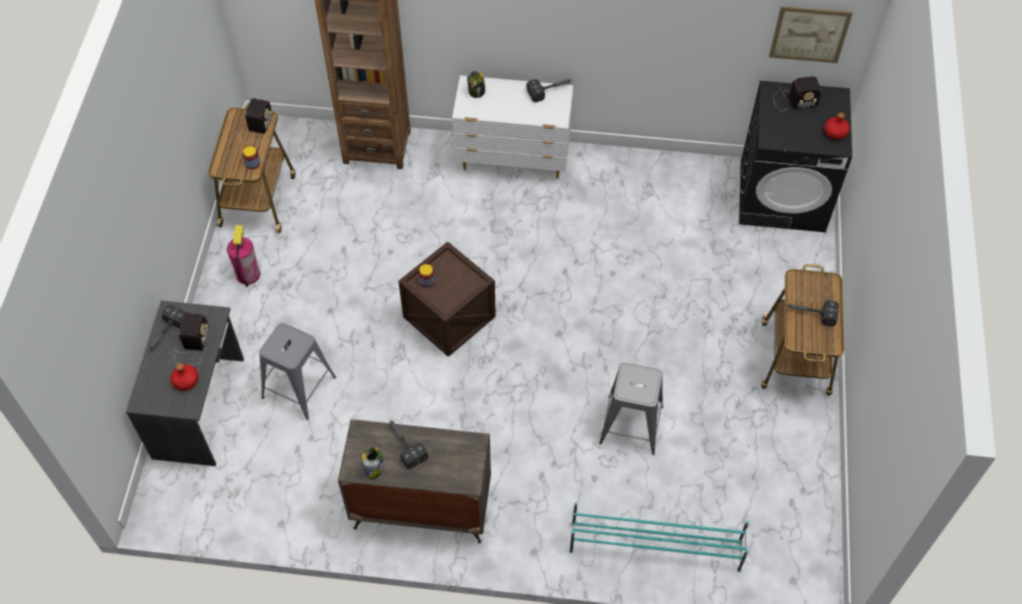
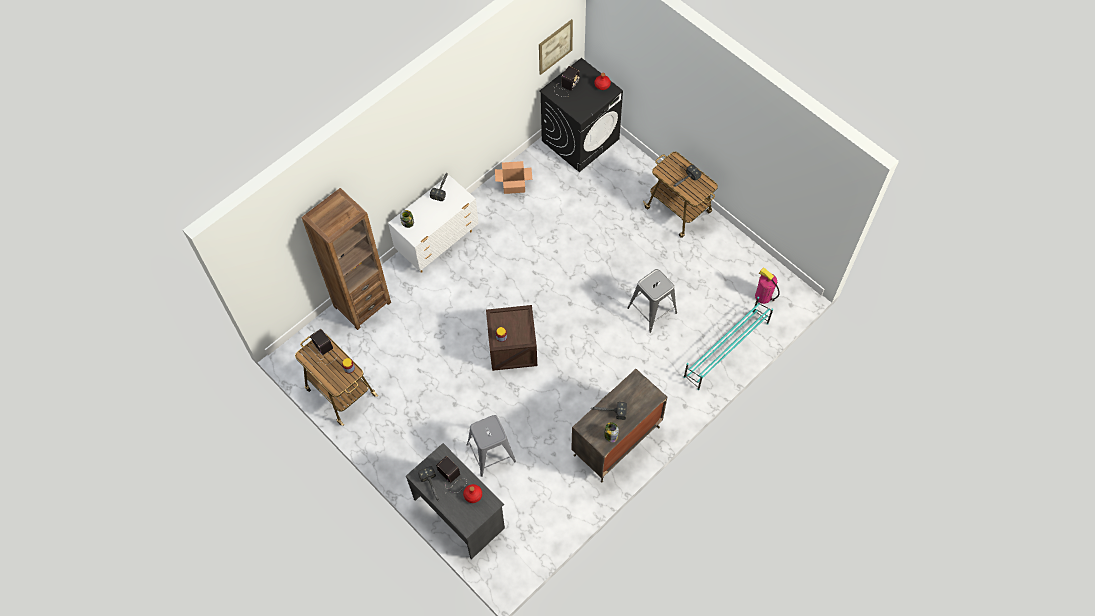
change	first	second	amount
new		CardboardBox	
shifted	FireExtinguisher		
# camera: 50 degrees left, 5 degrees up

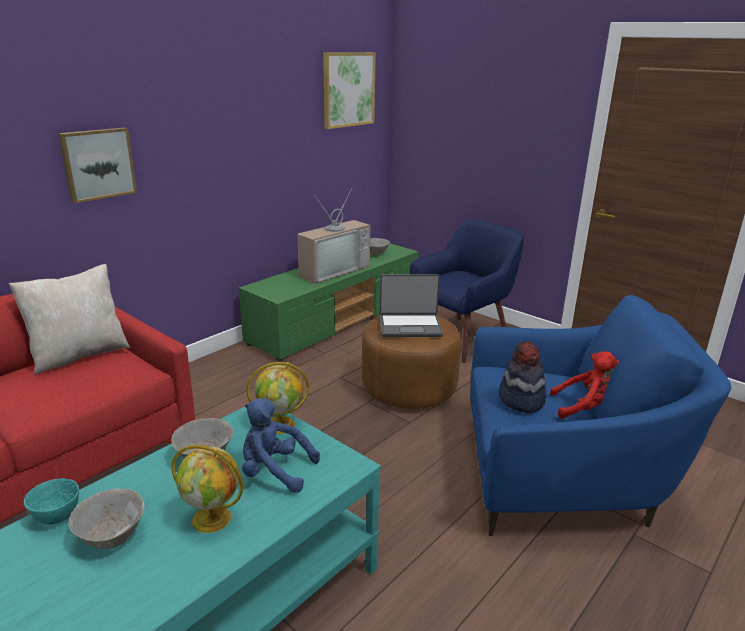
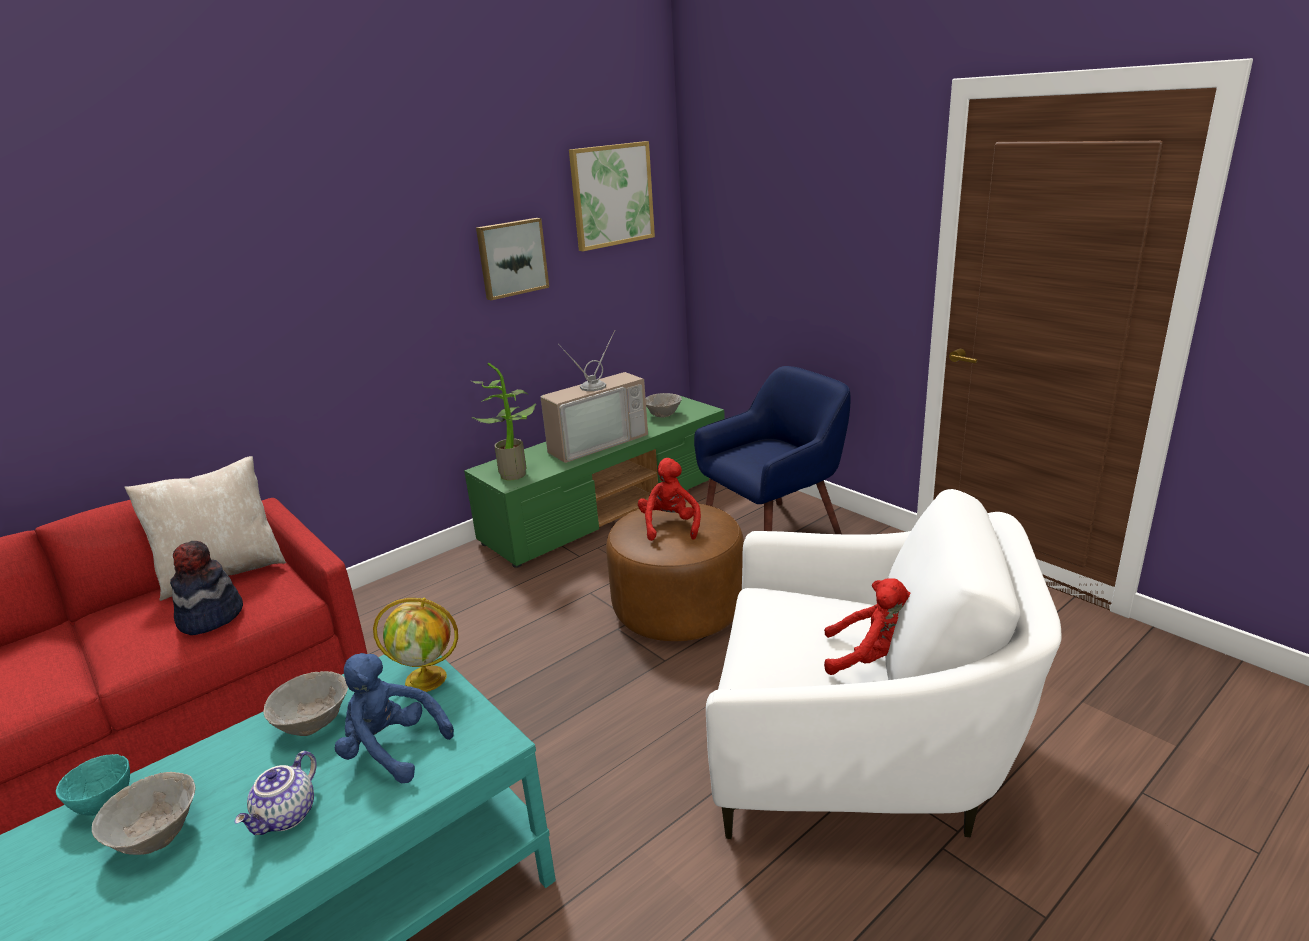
change	first	second	amount
new		PottedPlant	
shifted	Picture (no. 1 from left)		
shifted	Hat		
swapped	Globe (no. 1 from left)	Teapot	
swapped	Laptop	RedPlushToy (no. 1 from left)	
repainted	BlueArmchair (no. 2 from left)	WhiteArmchair	
# camera: 10 degrees right, 0 degrees up

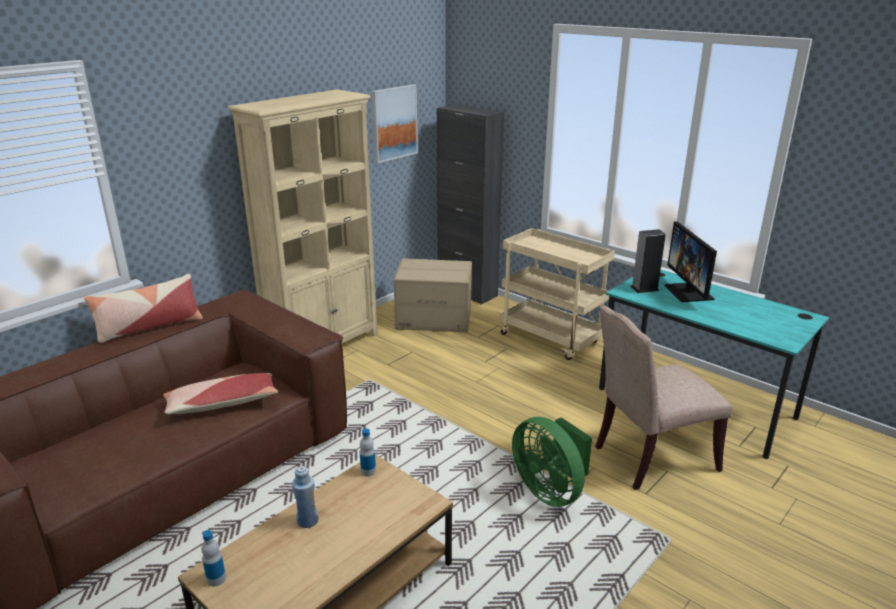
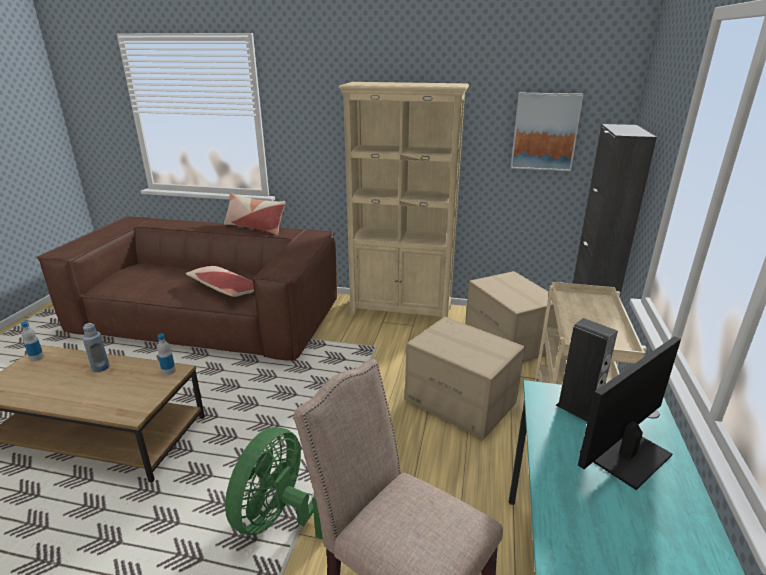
change	first	second	amount
new		CardboardBox (no. 1 from left)	
# camera: 60 degrees right, 0 degrees up

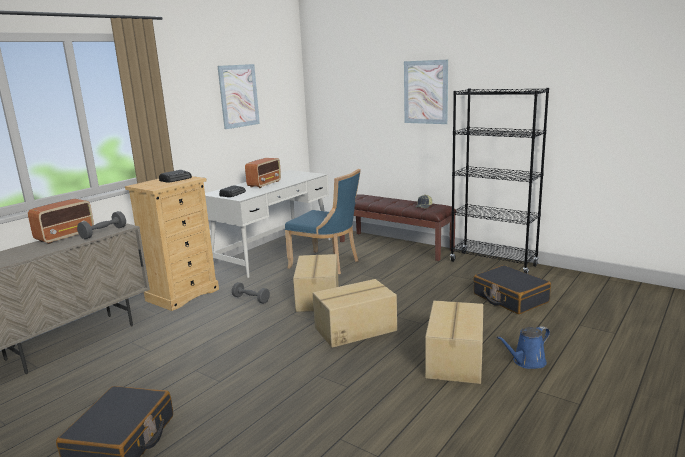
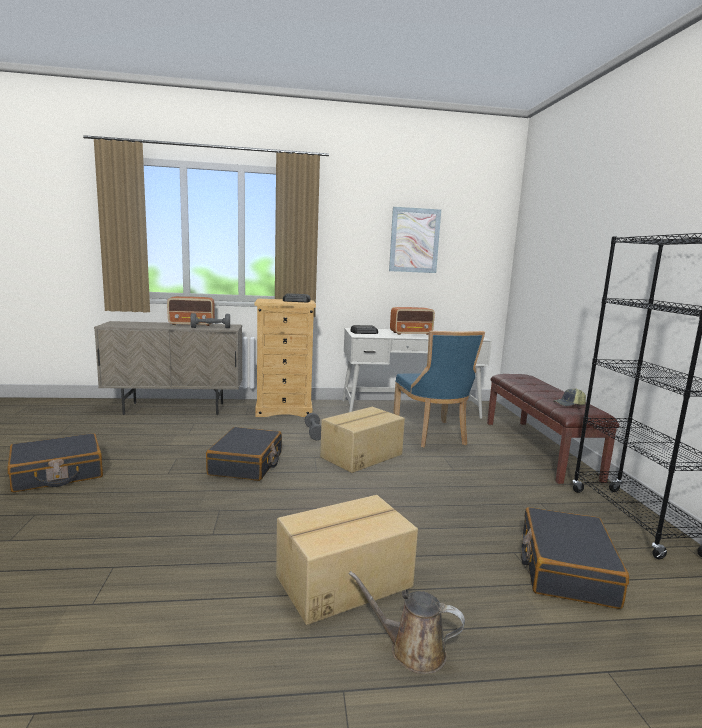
change	first	second	amount
gone	CardboardBox (no. 2 from left)		
gone	Picture (no. 2 from left)		
new		BlackSuitcase (no. 2 from left)	
repainted	BlueWateringCan	BrownWateringCan	
# camera: 45 degrees right, 5 degrees down

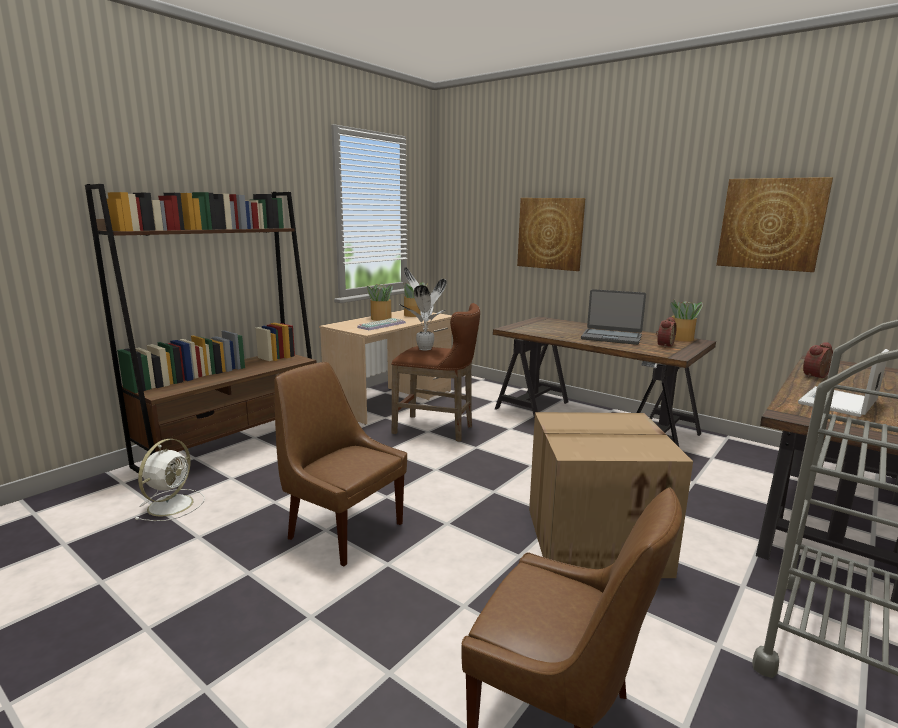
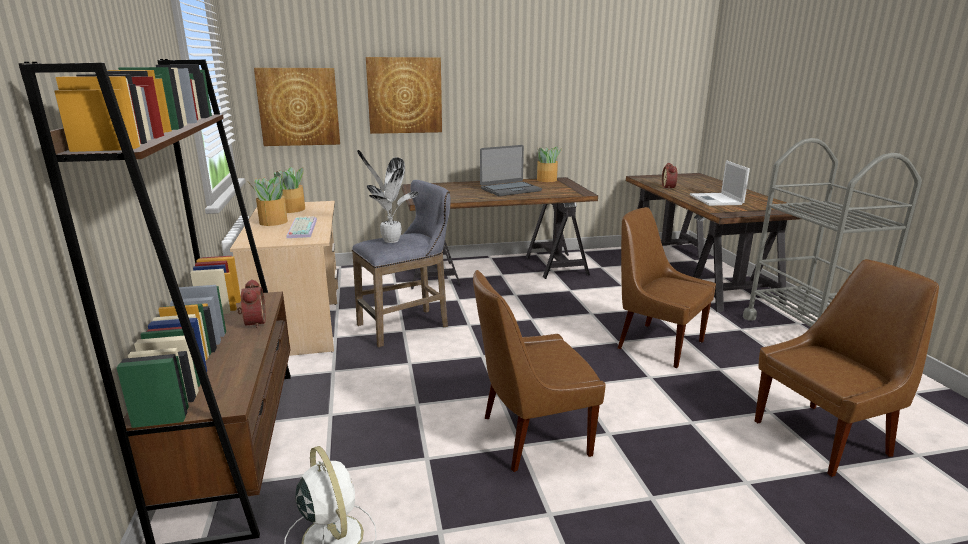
change	first	second	amount
shifted	AlarmClock (no. 1 from left)		
shifted	Picture (no. 2 from left in the first image)	Picture (no. 1 from left)	
swapped	CardboardBox	BrownChair (no. 2 from left)	
repainted	BrownStool	GreyStool	
# camera: 50 degrees left, 5 degrees up

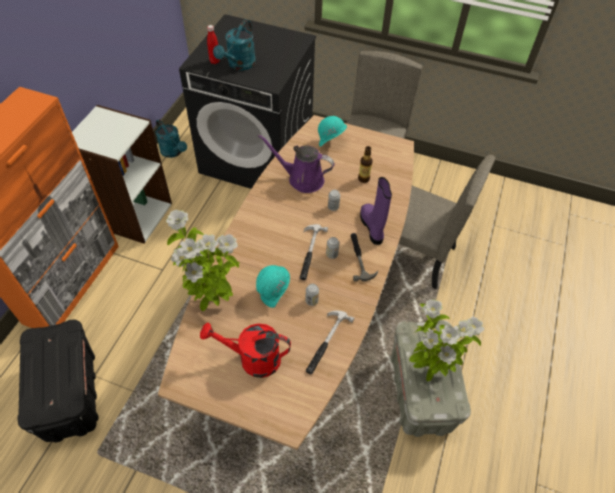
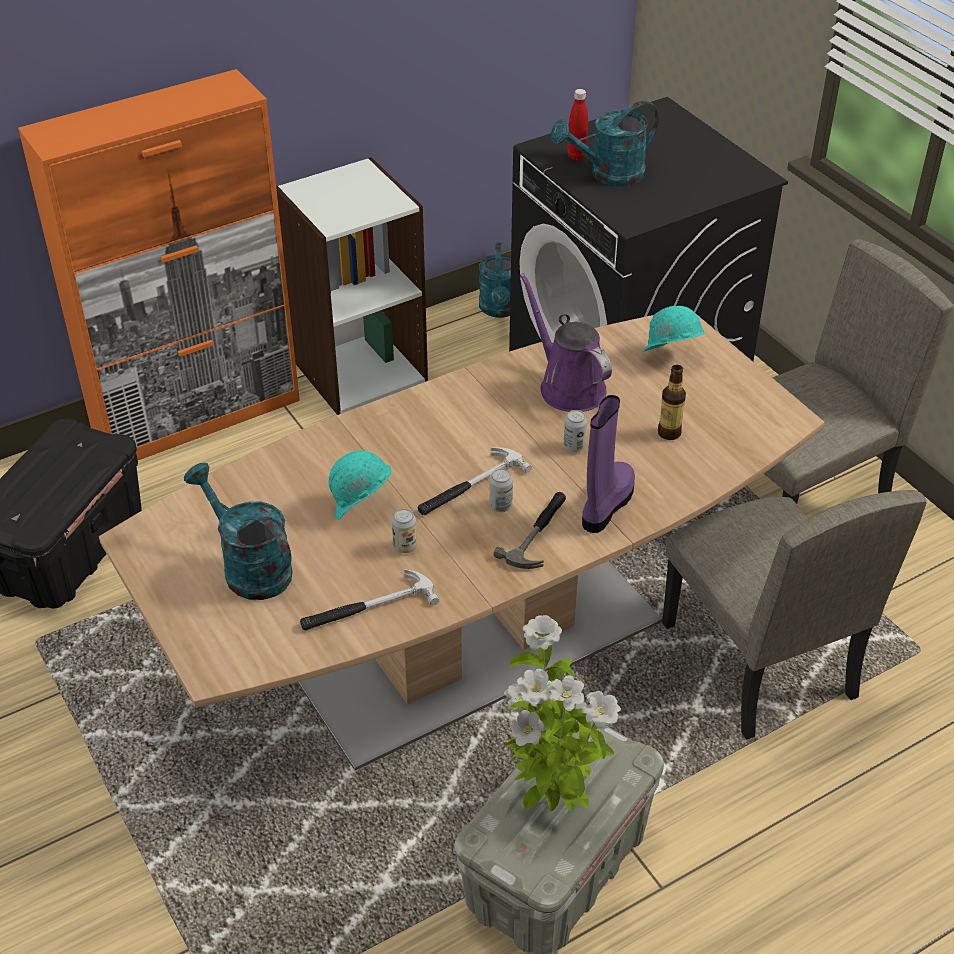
change	first	second	amount
gone	PottedPlant (no. 1 from left)		
repainted	RedWateringCan	TurquoiseWateringCan (no. 1 from left)	
# camera: 40 degrees right, 10 degrees down

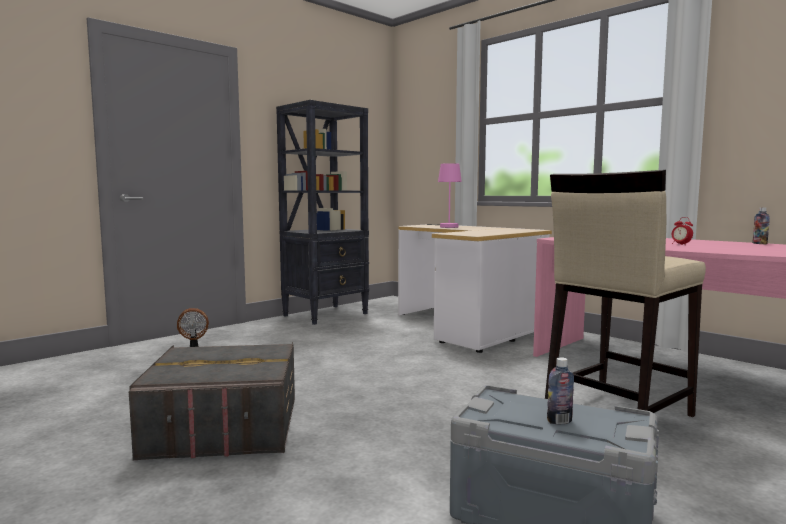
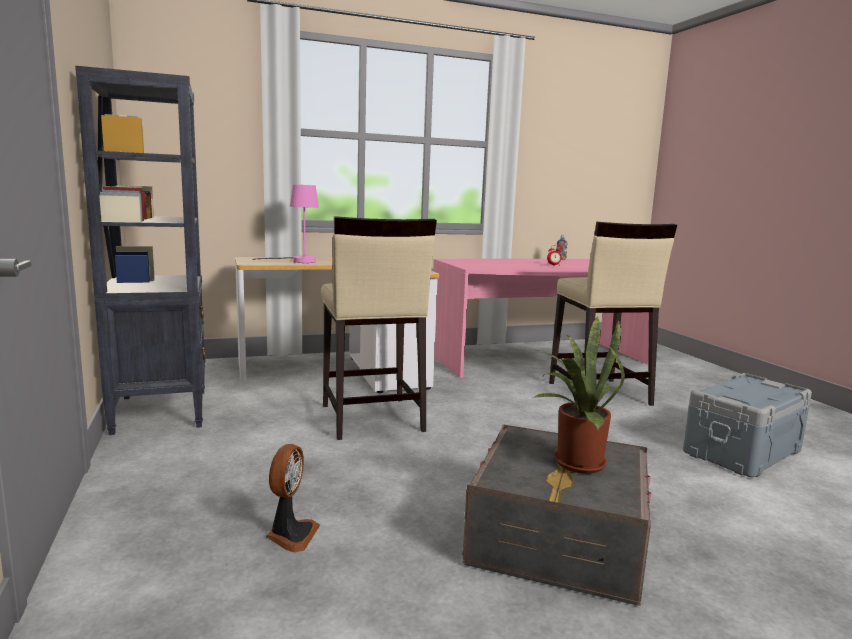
change	first	second	amount
gone	Bottle (no. 1 from left)		
new		BeigeStool (no. 1 from left)	
new		PottedPlant	
# camera: 65 degrees left, 5 degrees up

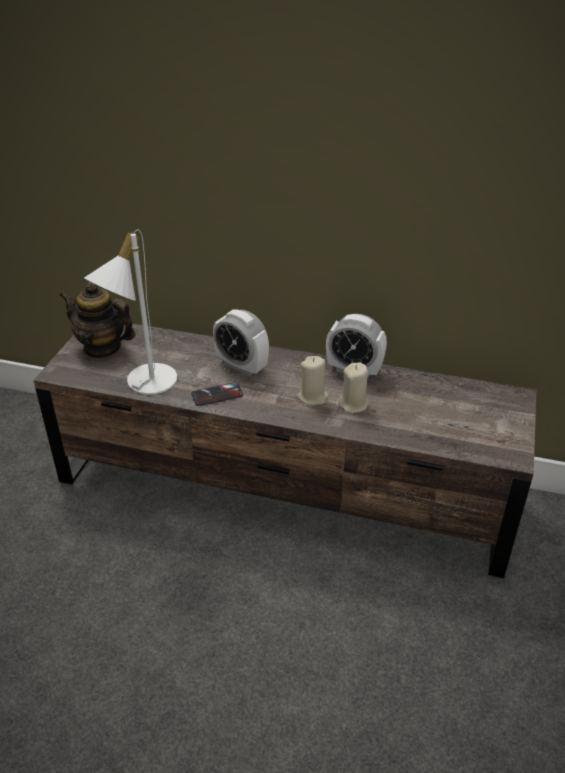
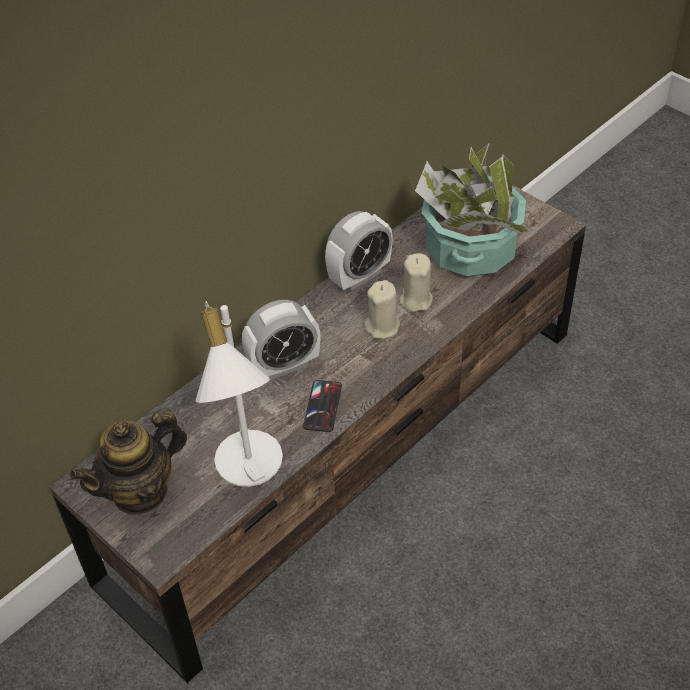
change	first	second	amount
new		PottedPlant	
# camera: 60 degrees left, 10 degrees up

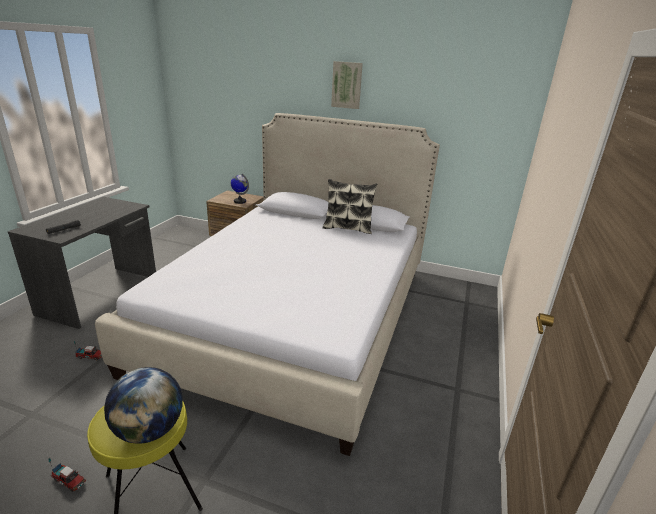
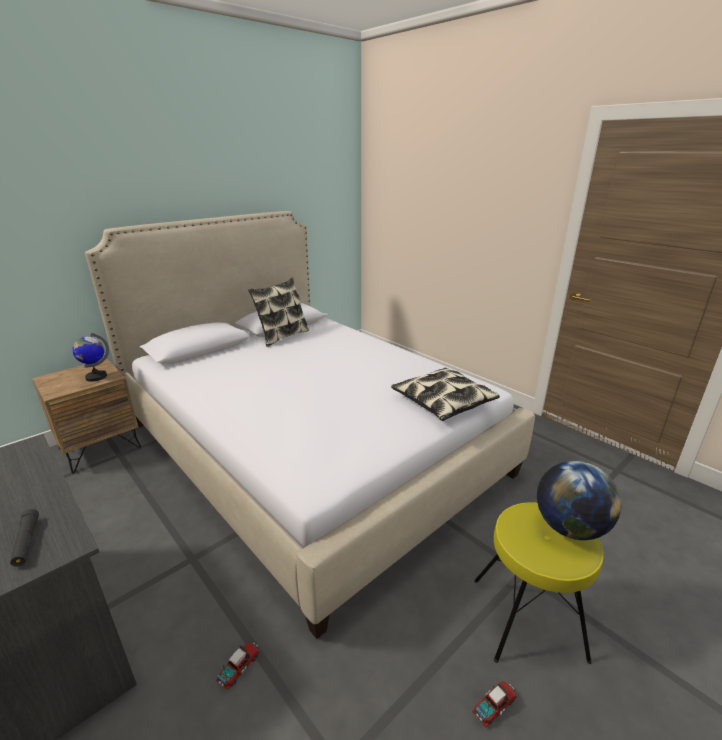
change	first	second	amount
gone	Picture		
new		Pillow (no. 2 from left)	
# camera: 60 degrees left, 0 degrees up

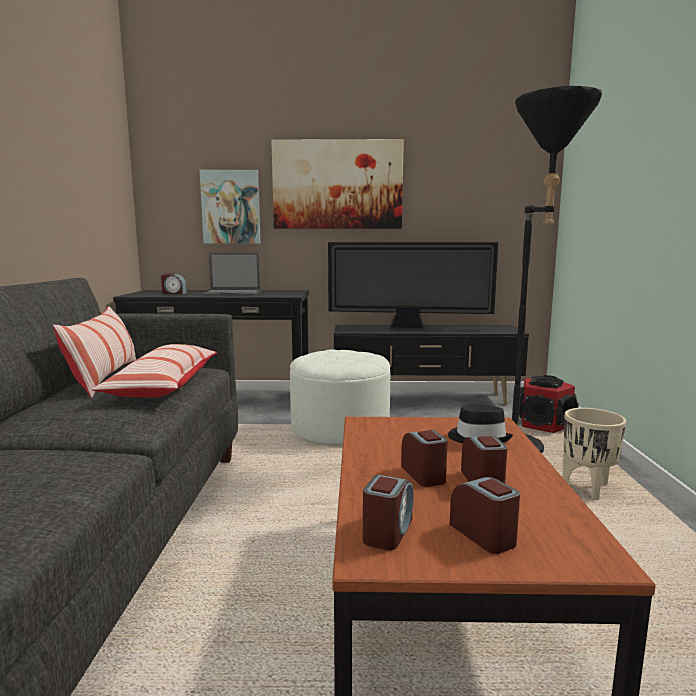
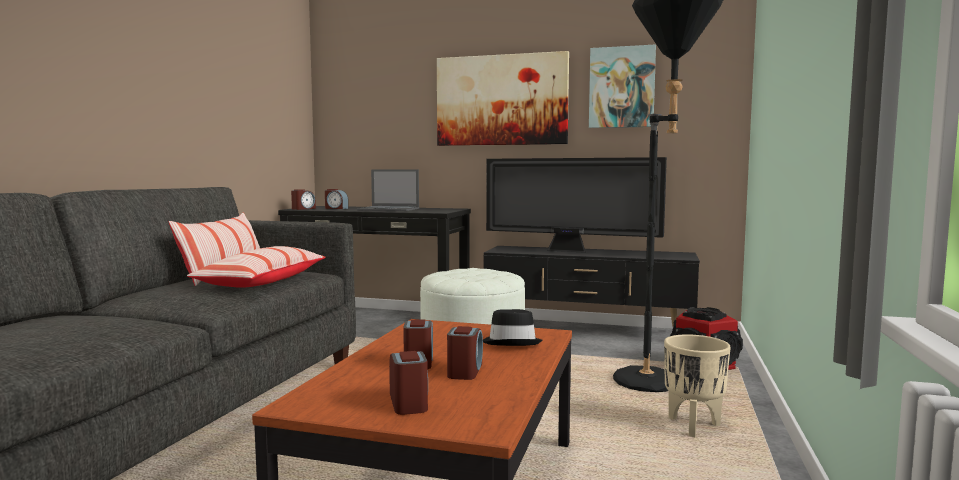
change	first	second	amount
shifted	Picture (no. 1 from left in the first image)	Picture (no. 2 from left)	
shifted	AlarmClock (no. 2 from left in the first image)	AlarmClock (no. 1 from left)	
# camera: 15 degrees right, 5 degrees down

